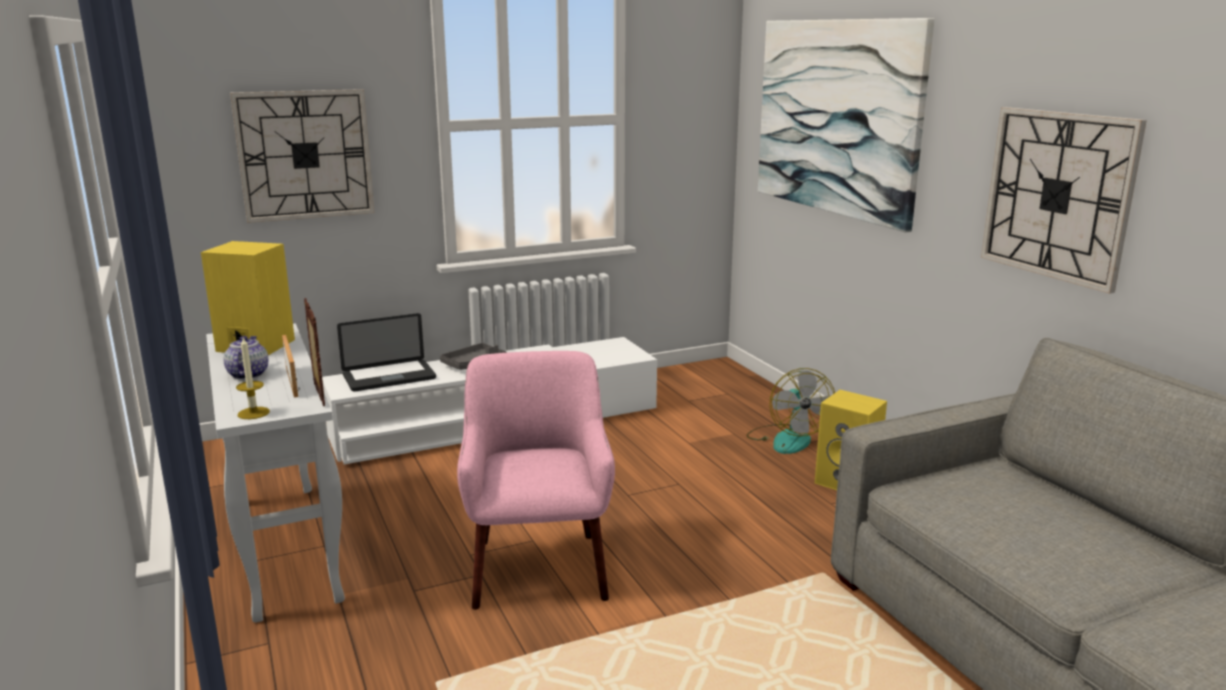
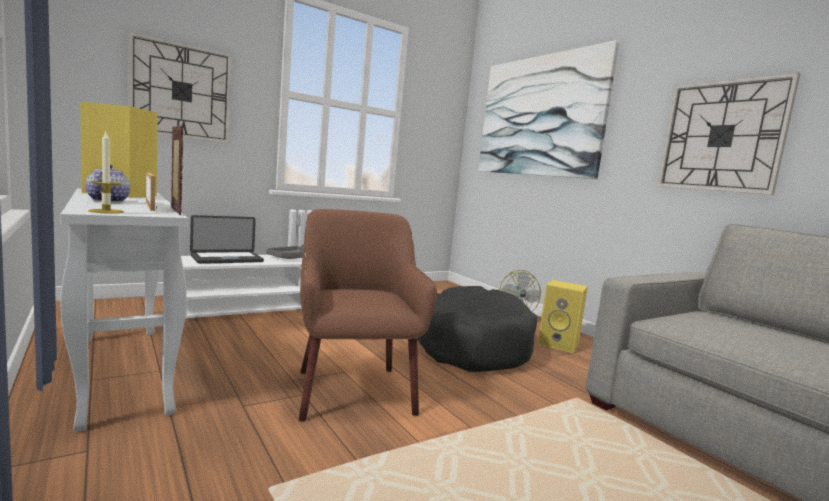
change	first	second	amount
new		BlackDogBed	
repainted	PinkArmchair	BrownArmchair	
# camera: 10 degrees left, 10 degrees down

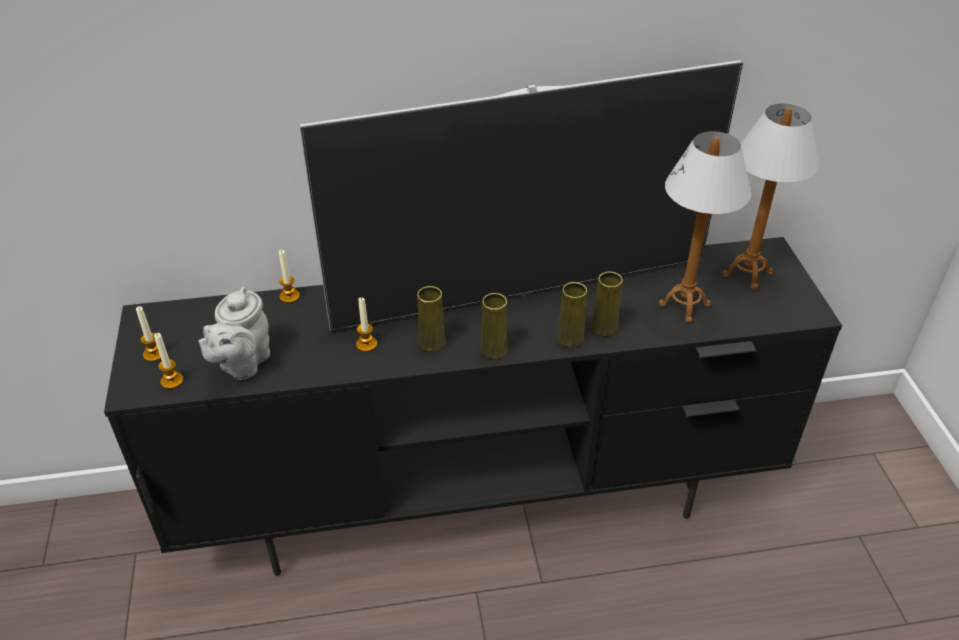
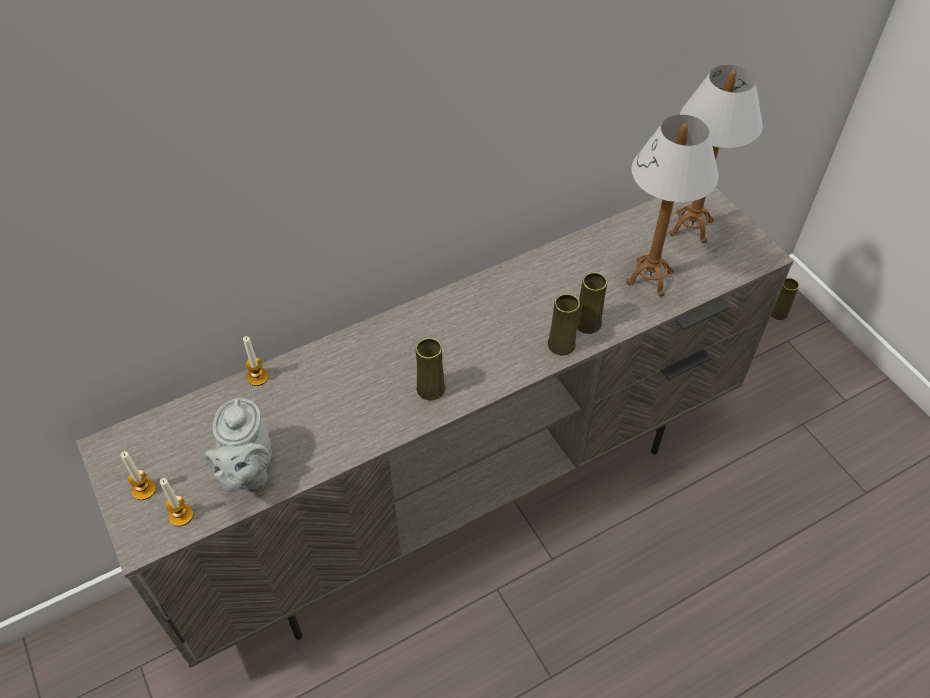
change	first	second	amount
gone	Television		
gone	Candle (no. 4 from left)		
shifted	YellowVase (no. 2 from left in the first image)	YellowVase (no. 4 from left)	
repainted	BlackTvStand	BeigeTvStand	
# camera: 20 degrees left, 10 degrees up

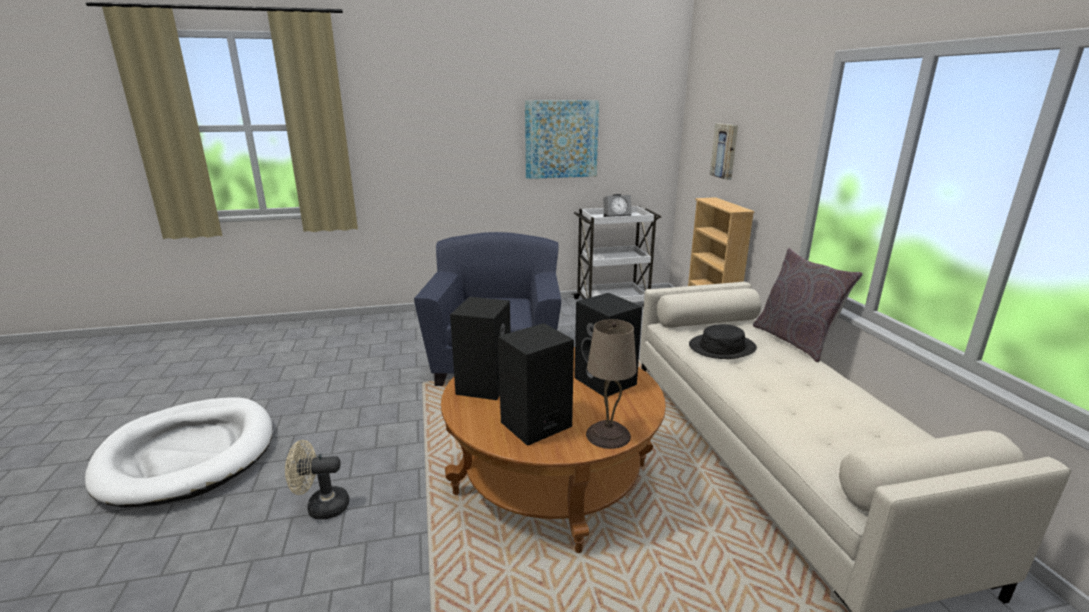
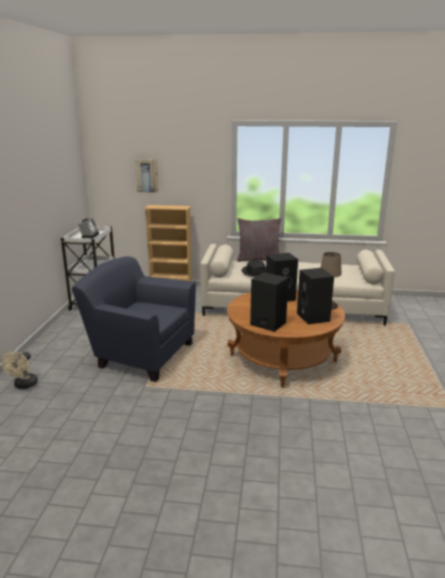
change	first	second	amount
gone	WhiteDogBed		
gone	Picture (no. 1 from left)		
shifted	BeigeFan		
# camera: 70 degrees left, 0 degrees up

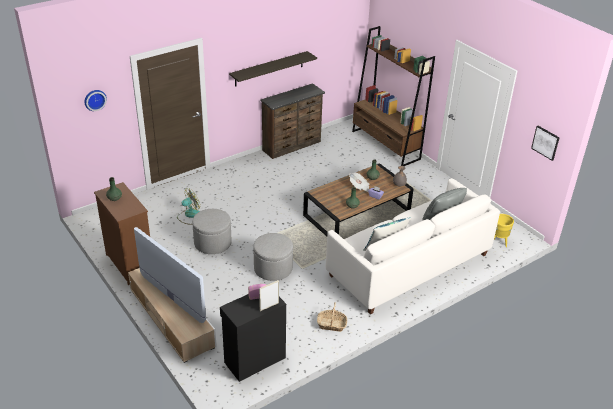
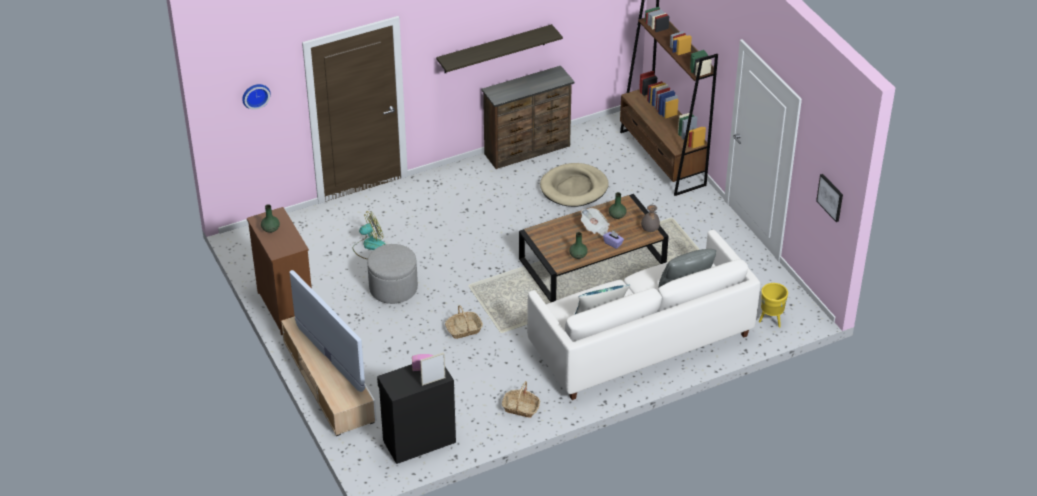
change	first	second	amount
new		BeigeDogBed	
swapped	GreyOttoman (no. 2 from left)	Basket (no. 1 from left)	
# camera: 10 degrees right, 5 degrees up

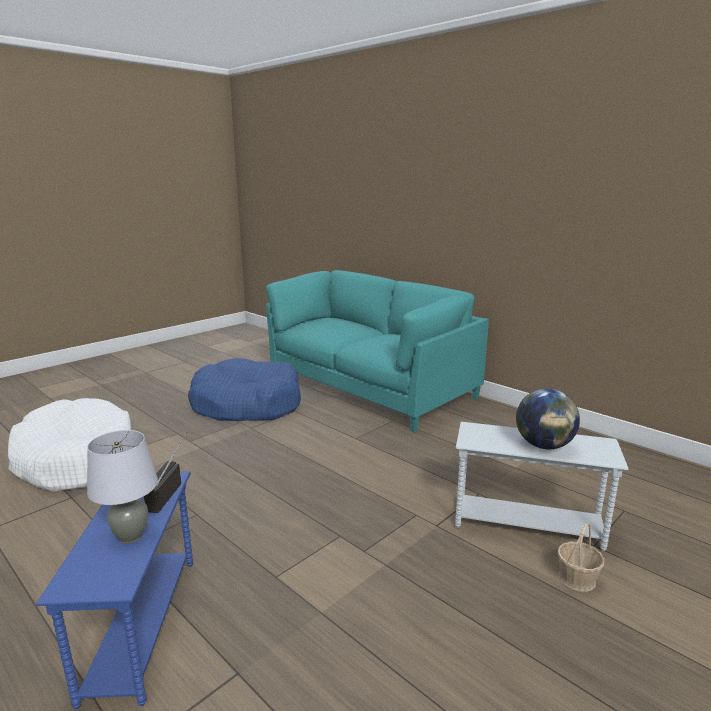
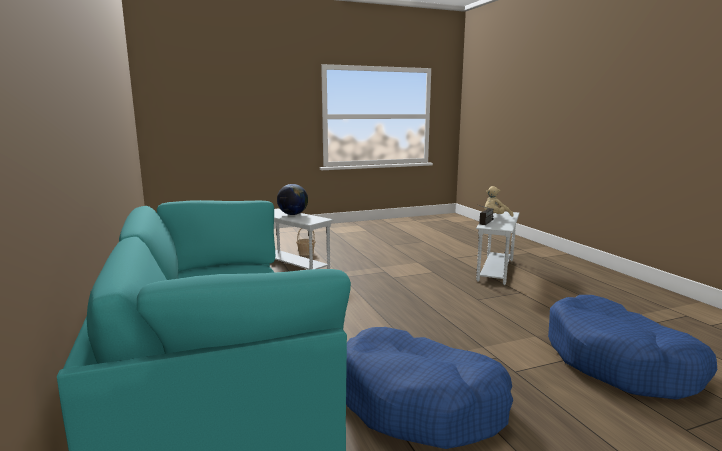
change	first	second	amount
swapped	GreyTableLamp	BeigePlushToy	
repainted	WhiteDogBed	BlueDogBed (no. 2 from left)	
repainted	BlueSideTable	WhiteSideTable (no. 2 from left)	
# camera: 155 degrees left, 5 degrees down

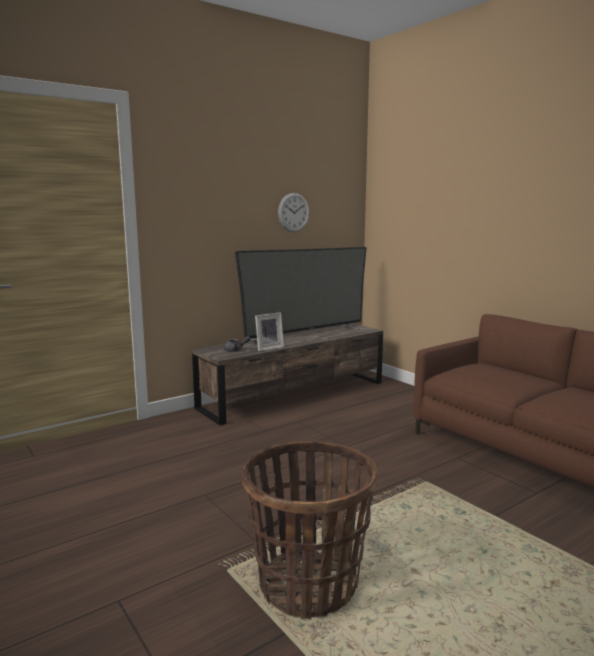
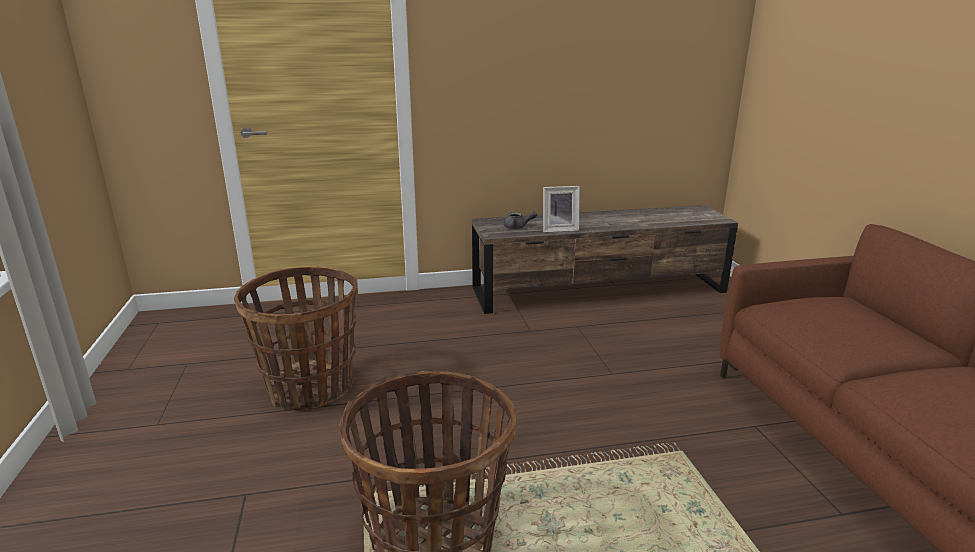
change	first	second	amount
gone	Television		
gone	WallClock		
new		Basket (no. 1 from left)	
# camera: 25 degrees right, 10 degrees up

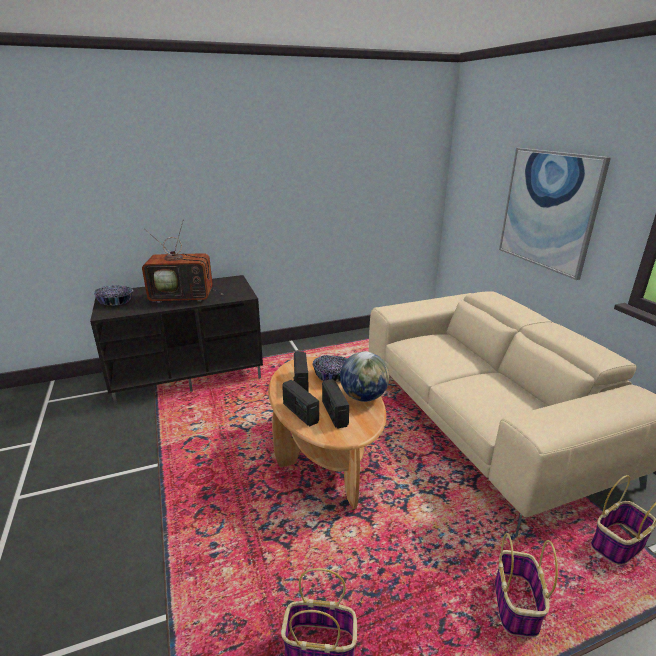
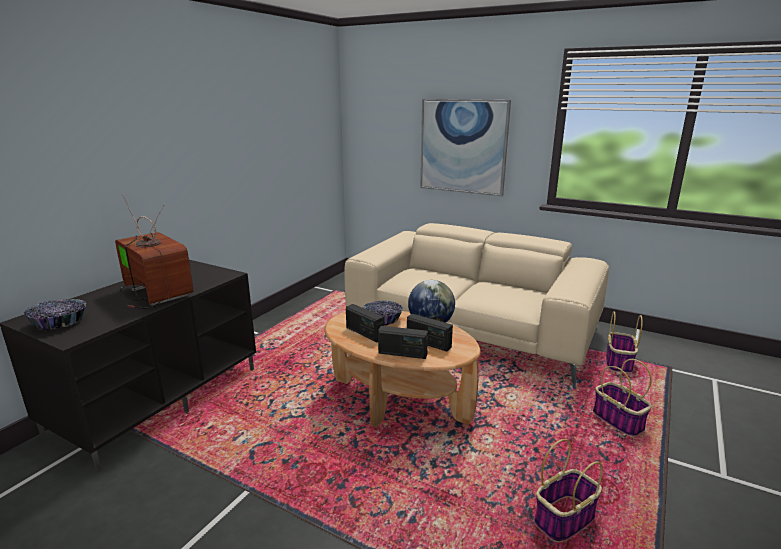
change	first	second	amount
rotated	Television		90 degrees counterclockwise
# camera: 40 degrees left, 5 degrees down

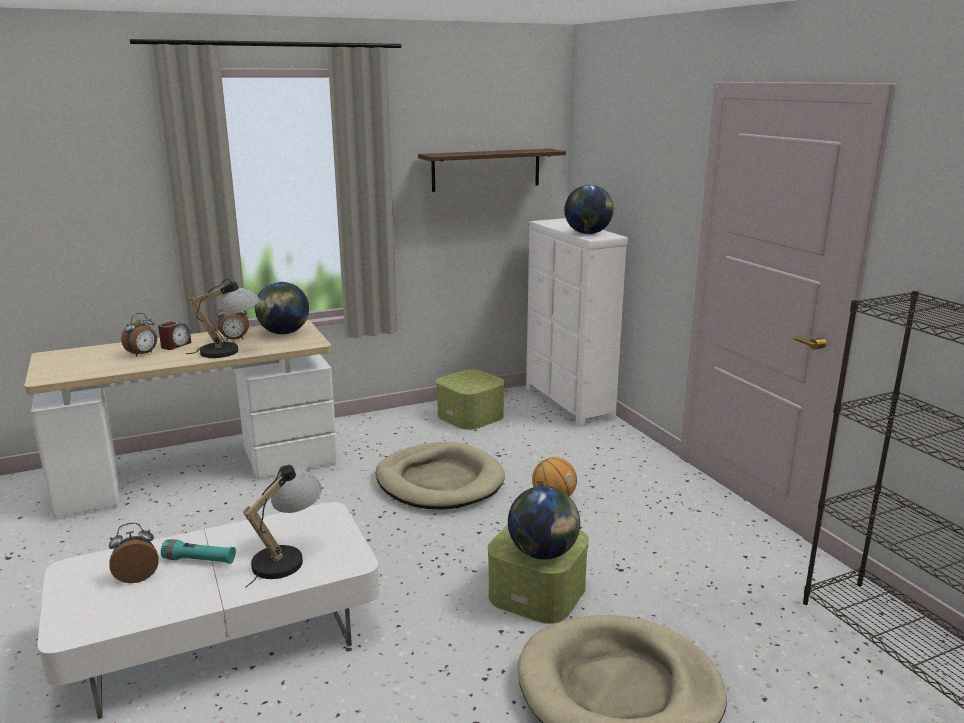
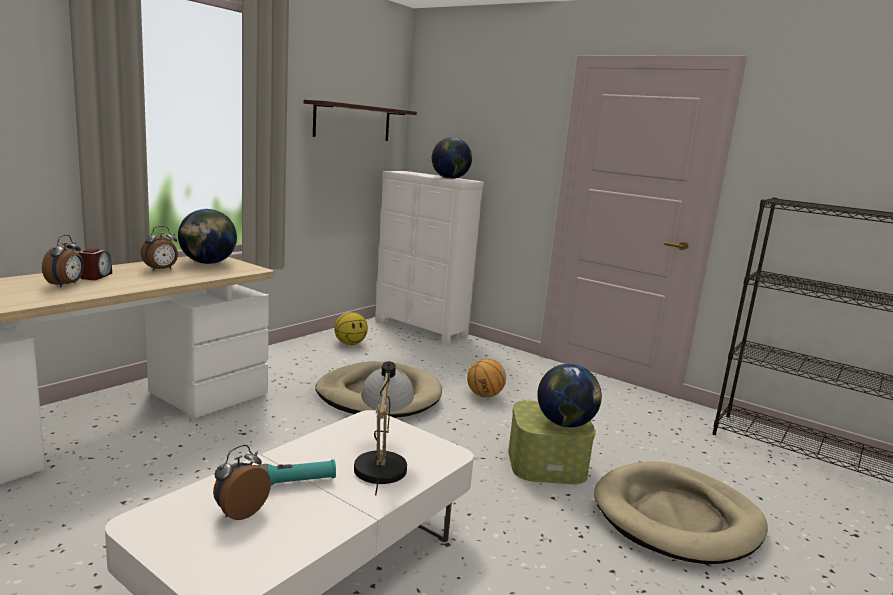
change	first	second	amount
gone	TableLamp (no. 1 from left)		
swapped	StorageBox (no. 1 from left)	Basketball (no. 1 from left)	
# camera: 30 degrees left, 5 degrees down

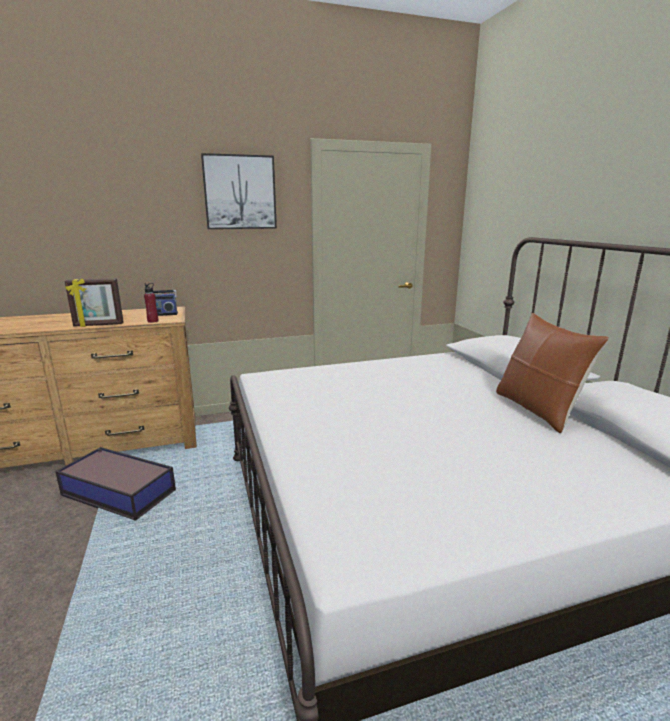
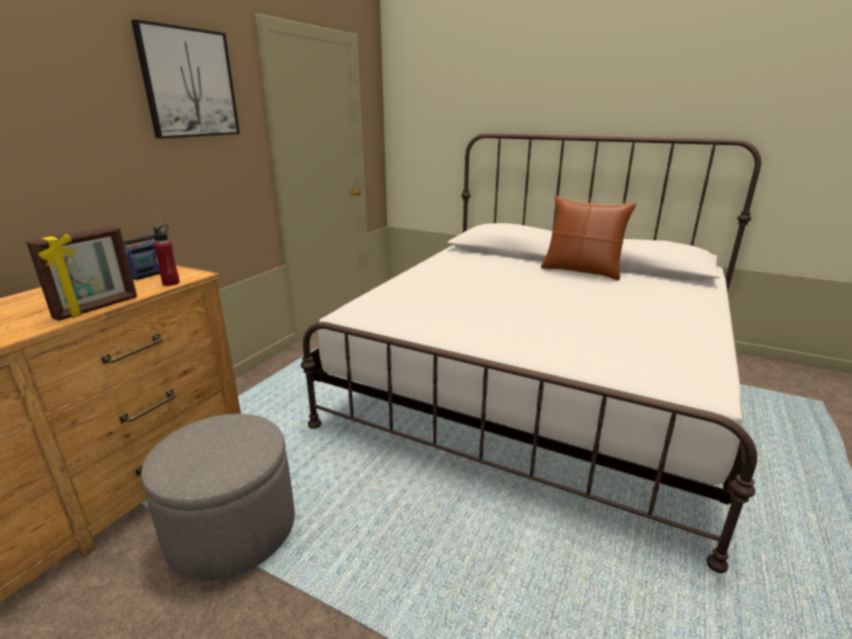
change	first	second	amount
swapped	StorageBox	GreyOttoman	
# camera: 45 degrees left, 5 degrees up

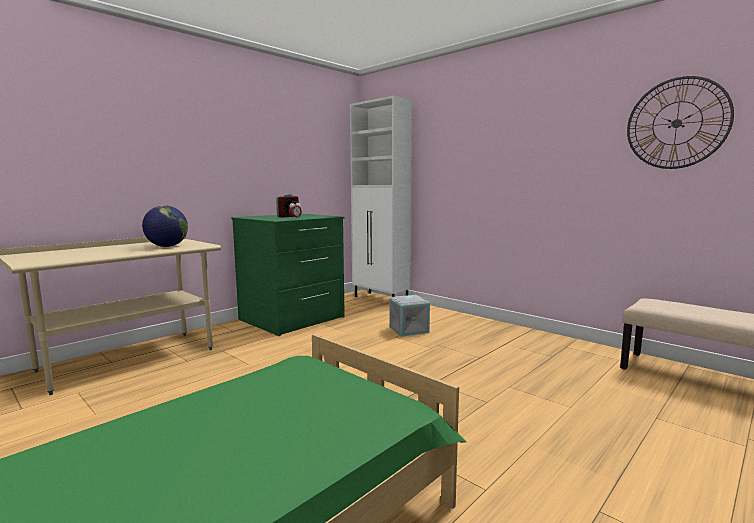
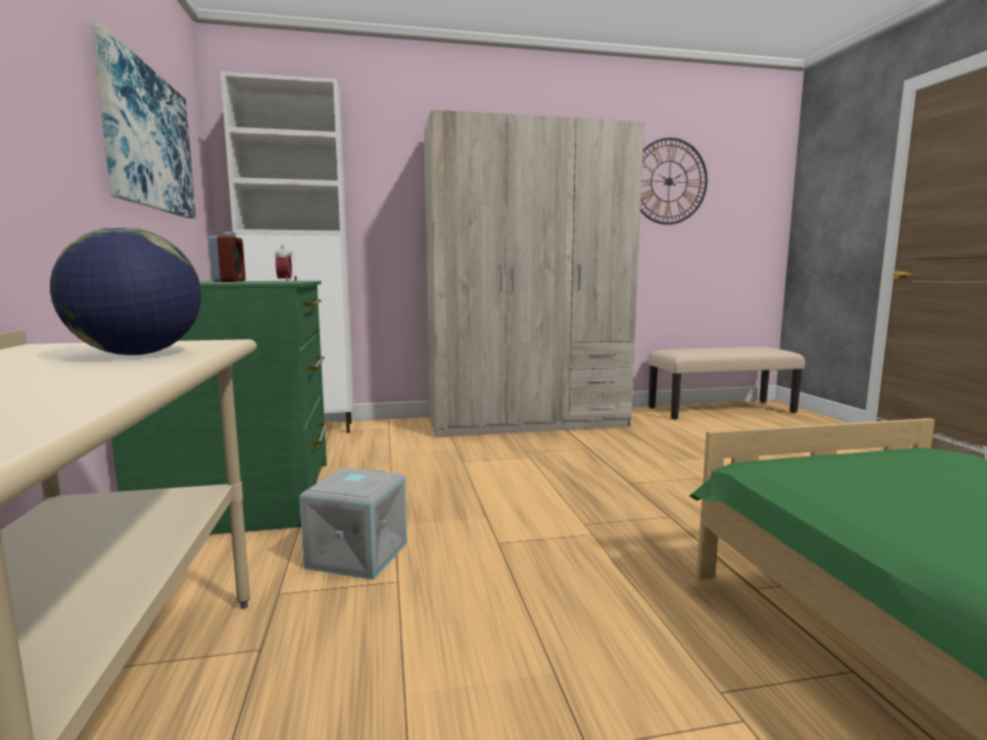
change	first	second	amount
new		Picture	
new		BeigeWardrobe	
shifted	GreyStorageBox		
# camera: 55 degrees left, 0 degrees up

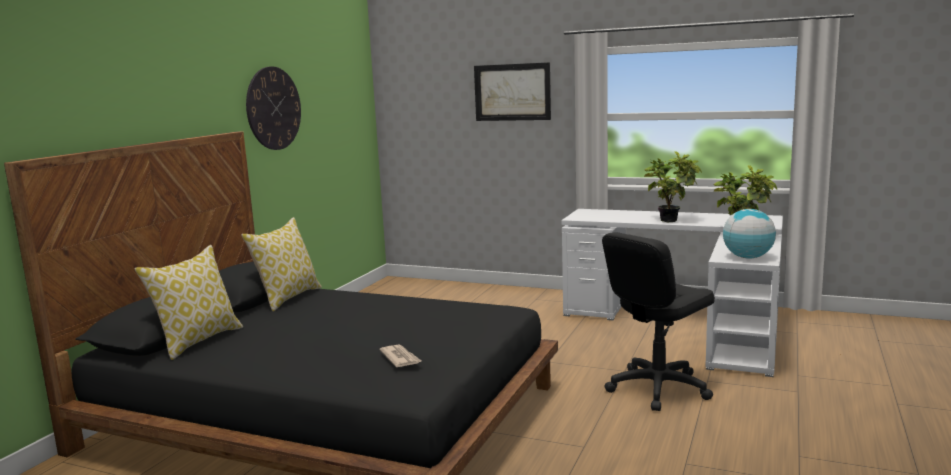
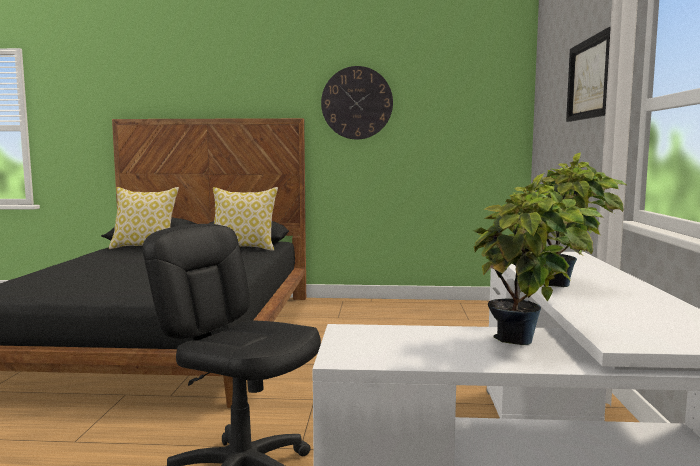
change	first	second	amount
gone	Newspaper		
gone	Globe		
# camera: 70 degrees right, 5 degrees down

